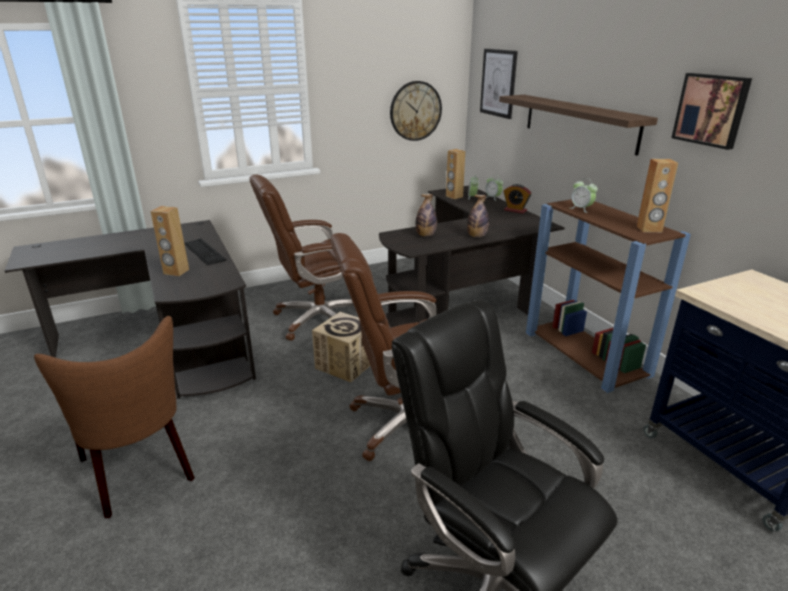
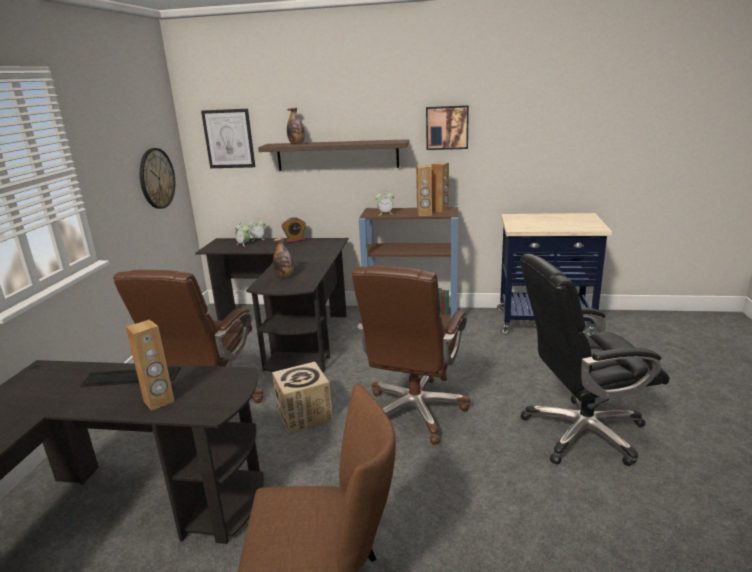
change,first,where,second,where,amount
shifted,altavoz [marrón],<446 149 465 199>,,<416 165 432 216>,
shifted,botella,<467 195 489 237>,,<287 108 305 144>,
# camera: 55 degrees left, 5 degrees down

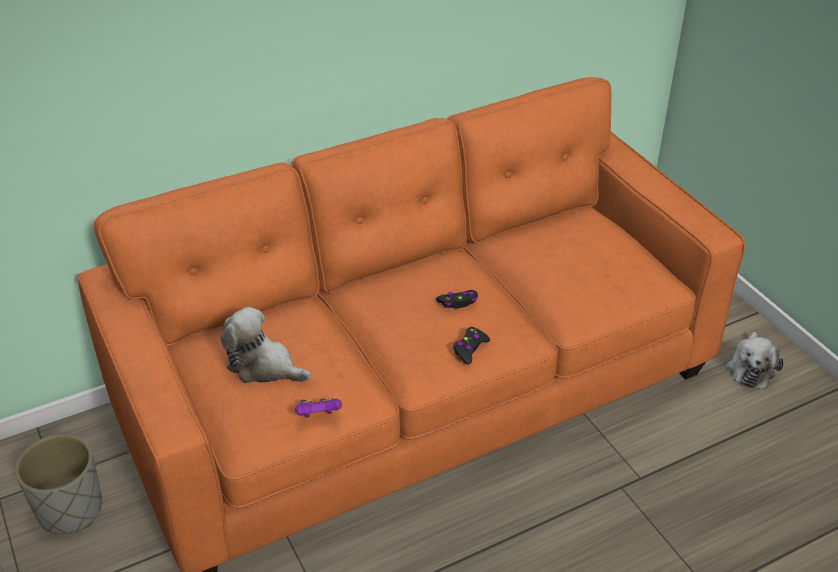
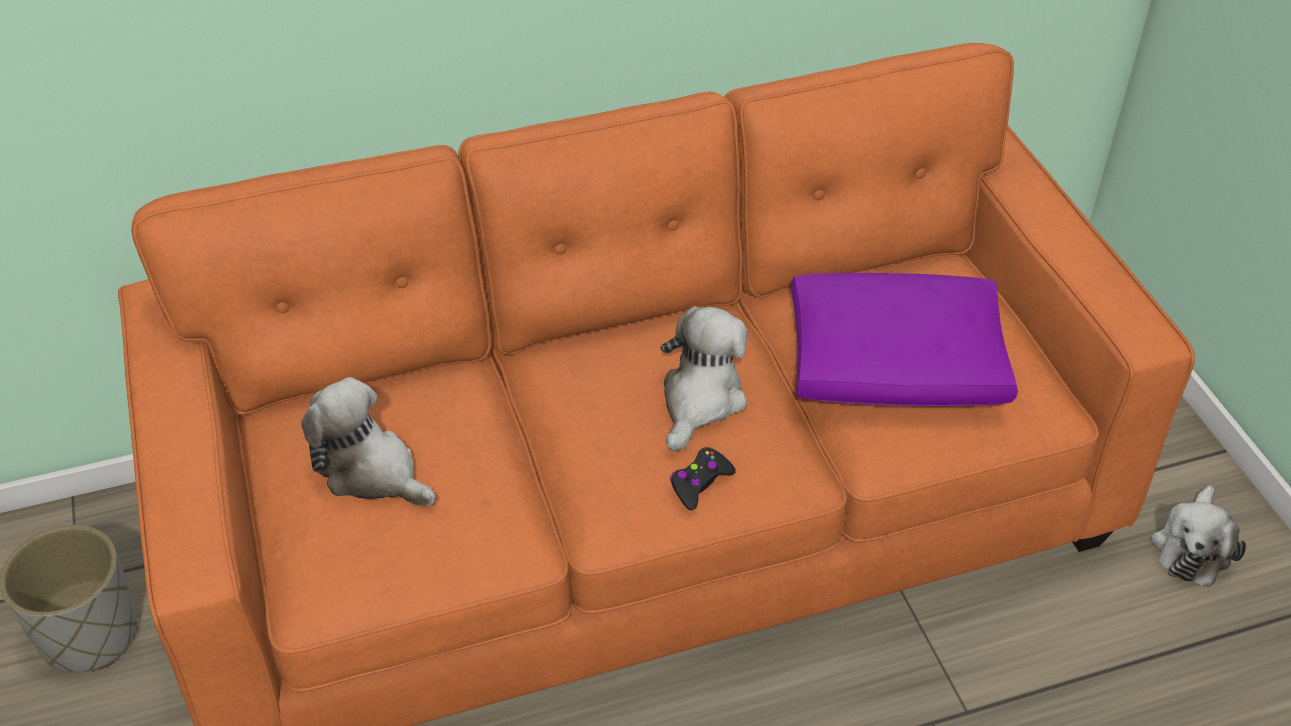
change,first,where,second,where,amount
gone,mando de consola [morado],<295 398 342 417>,,,
new,,,cojín [morado],<791 273 1018 406>,
swapped,mando de consola [negro],<436 290 478 309>,peluche,<660 306 747 451>,
# camera: 10 degrees right, 5 degrees up

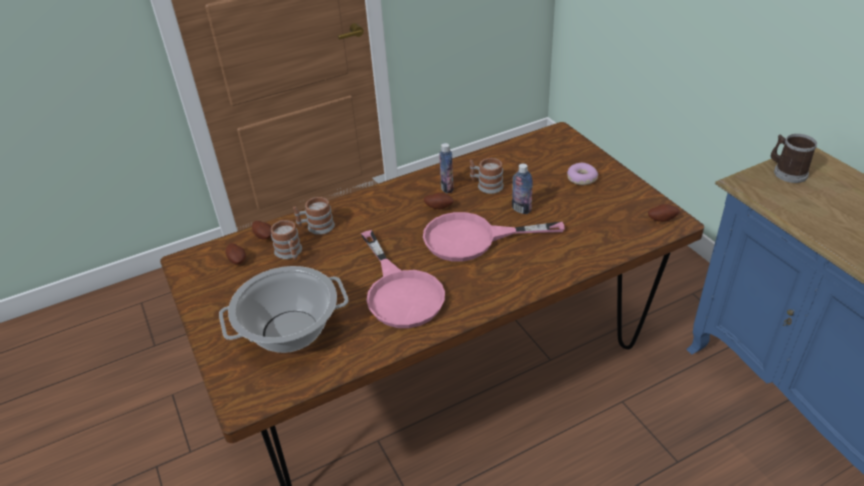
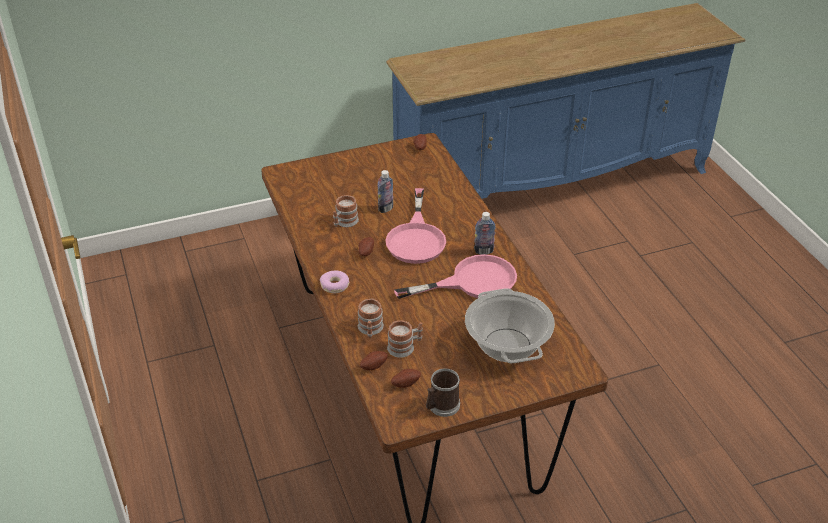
change,first,where,second,where,amount
shifted,botella,<439 143 453 193>,,<474 212 496 255>,
shifted,rosquilla,<567 163 598 185>,,<320 271 350 293>,
shifted,taza grande,<771 134 817 183>,,<426 368 460 417>,
# camera: 85 degrees left, 0 degrees up

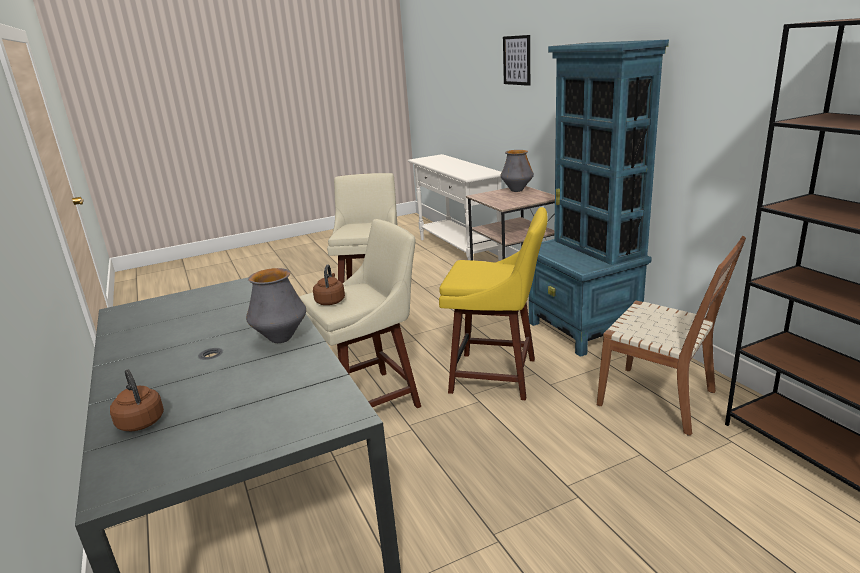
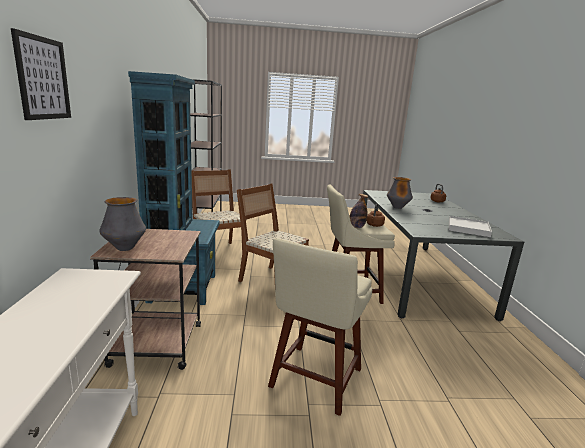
change,first,where,second,where,amount
new,,,botella,<349 194 368 228>,
new,,,bandeja [blanco],<449 216 492 237>,
swapped,taburete [amarillo],<439 207 547 400>,silla,<237 183 309 282>,
# camera: 160 degrees left, 5 degrees down

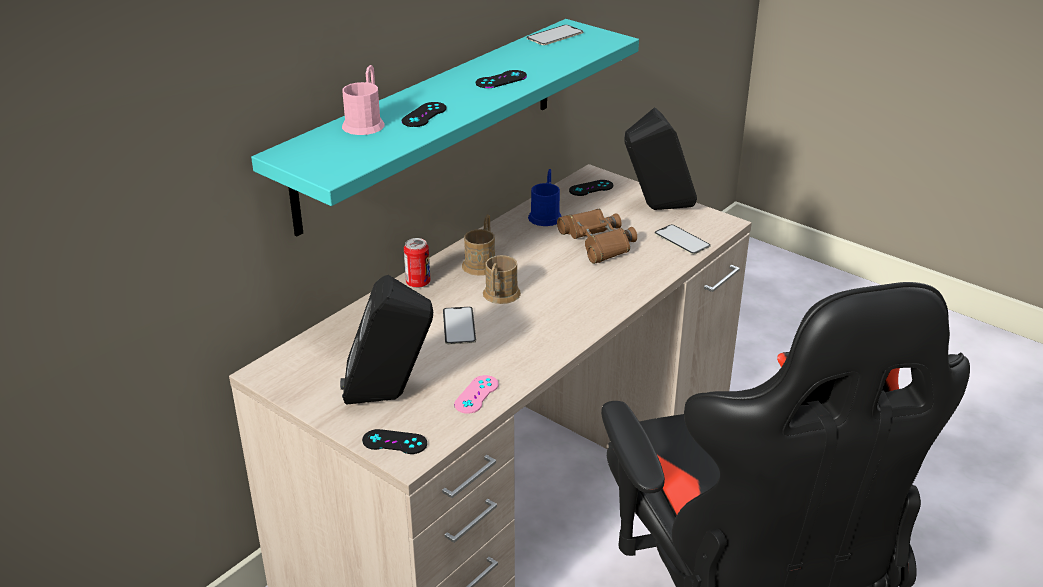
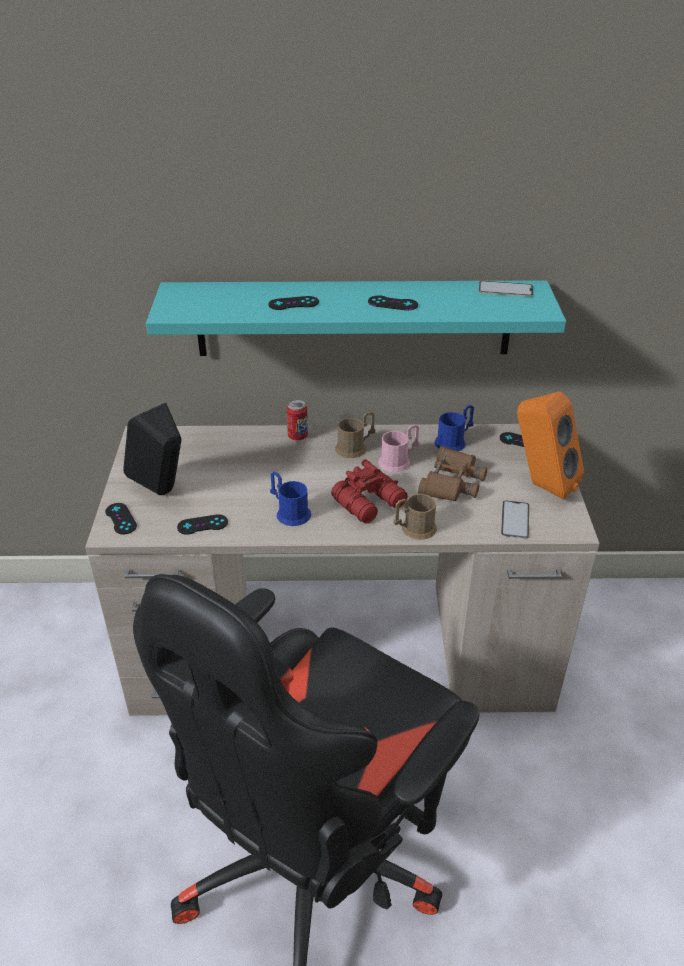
change,first,where,second,where,amount
gone,móvil,<443 307 476 344>,,,
new,,,taza grande [azul],<270 472 311 526>,
new,,,prismáticos [rojo],<331 459 408 524>,
shifted,taza grande [rosa],<342 65 384 135>,,<378 424 419 472>,
shifted,taza grande [marrón],<483 255 521 304>,,<393 494 437 540>,
repainted,mando de consola [rosa],<454 375 499 414>,mando de consola [negro],<177 514 228 535>,
repainted,altavoz [negro],<624 108 697 210>,altavoz [naranja],<517 391 584 500>,
# camera: 50 degrees right, 5 degrees up

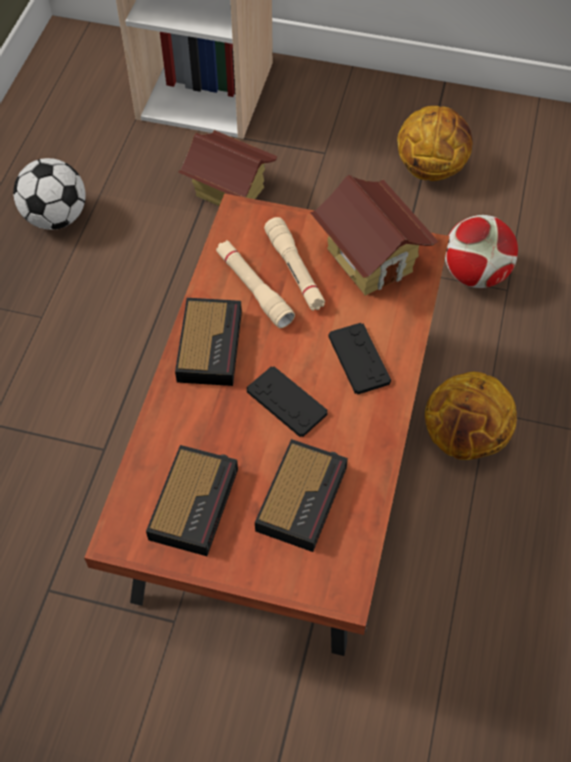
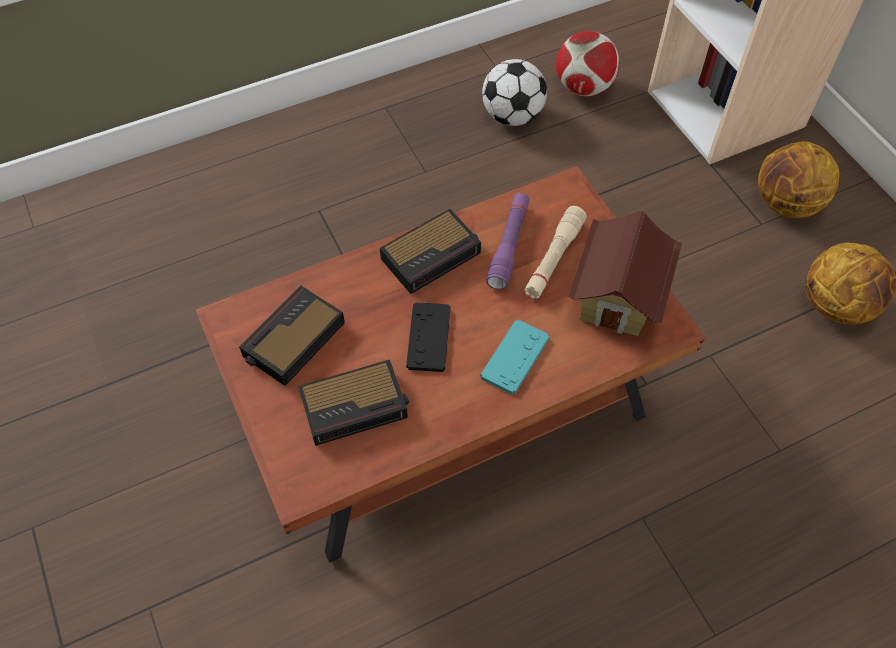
change,first,where,second,where,amount
gone,casita,<178 130 278 206>,,,
shifted,balón de baloncesto,<425 372 517 460>,,<758 141 839 218>,
shifted,balón de fútbol,<445 215 518 288>,,<556 31 619 97>,
repainted,linterna [beis],<216 240 295 328>,linterna [morado],<486 193 530 290>,
repainted,mando de consola [negro],<328 323 391 395>,mando de consola [turquesa],<480 320 549 395>,
rotated,despertador,<146 445 238 556>,,<239 285 345 386>,150 degrees clockwise
# camera: 50 degrees right, 0 degrees up

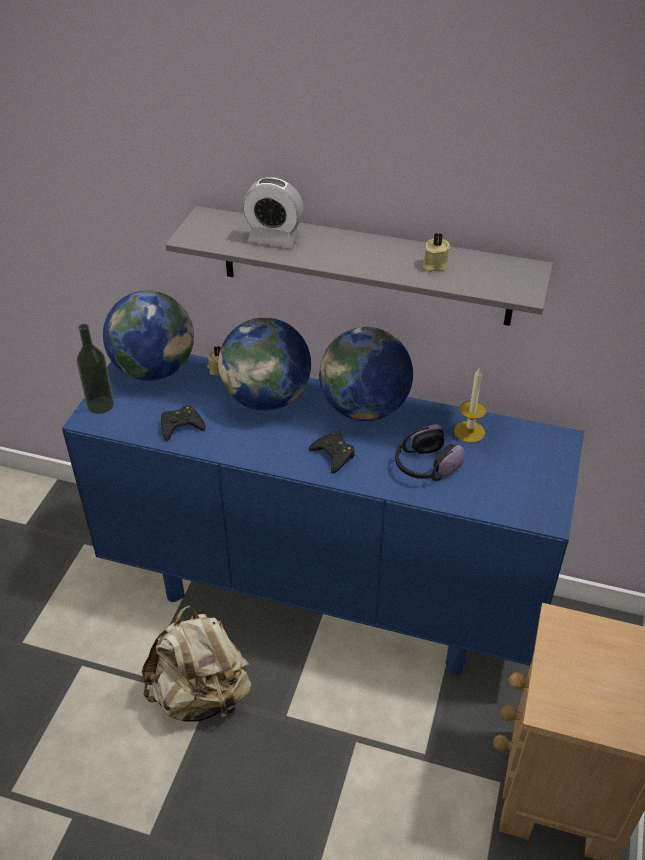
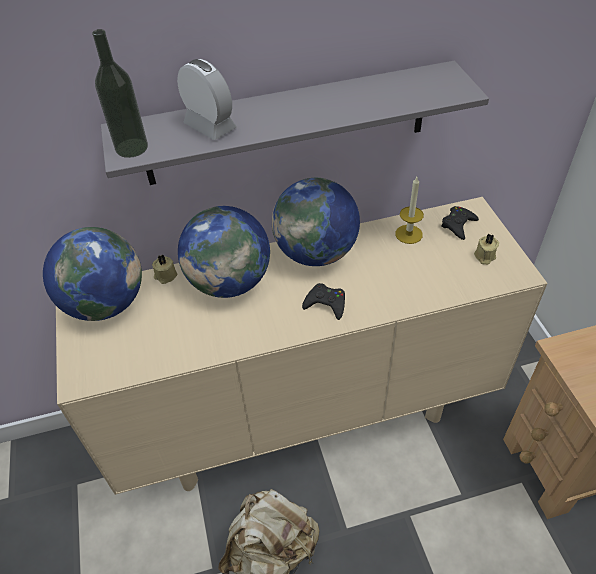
change,first,where,second,where,amount
gone,auriculares,<395 424 465 481>,,,
shifted,botella,<77 324 114 414>,,<92 29 148 158>,
shifted,mando de consola [negro],<161 406 205 441>,,<441 206 479 240>,
shifted,vela [beis],<423 233 450 272>,,<474 234 499 265>,
repainted,cómoda [azul],<62 354 584 675>,cómoda [beis],<56 197 547 495>,
rotated,despertador,<242 177 304 248>,,<177 59 236 140>,120 degrees counterclockwise
# camera: 30 degrees left, 5 degrees up

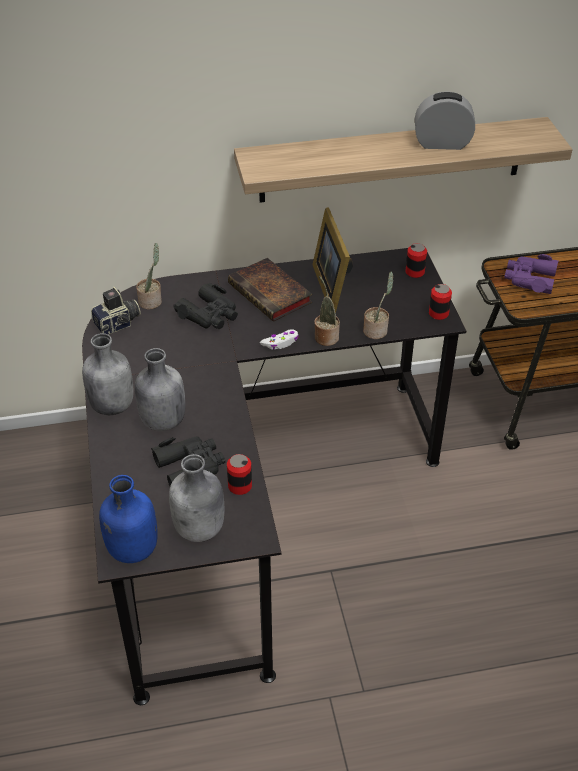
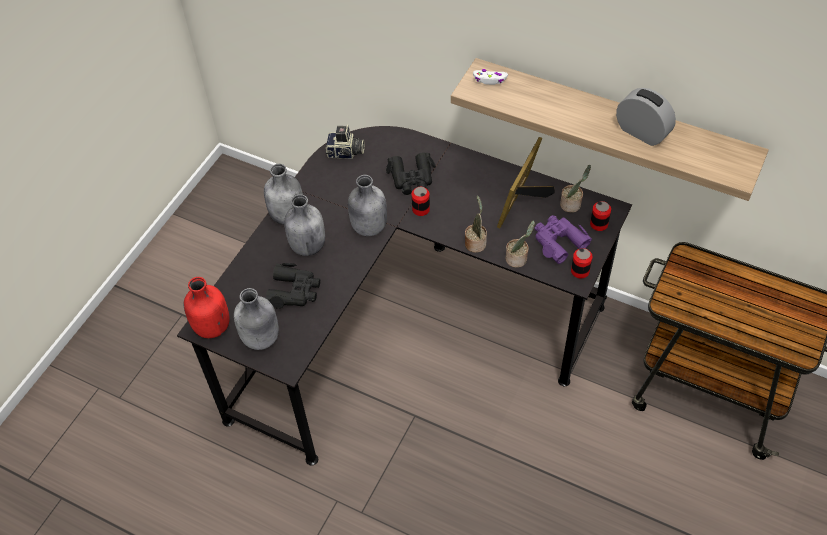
change,first,where,second,where,amount
gone,libro,<228 258 312 322>,,,
new,,,botella [gris],<348 175 387 236>,
shifted,planta en maceta,<136 243 162 309>,,<560 165 591 213>,
shifted,lata,<227 454 252 495>,,<412 187 430 216>,
shifted,mando de consola [blanco],<260 329 299 350>,,<473 69 508 85>,
shifted,prismáticos [morado],<504 254 559 294>,,<535 215 592 264>,
repainted,botella [azul],<99 475 158 563>,botella [rojo],<183 277 230 338>,
# camera: 40 degrees right, 10 degrees up

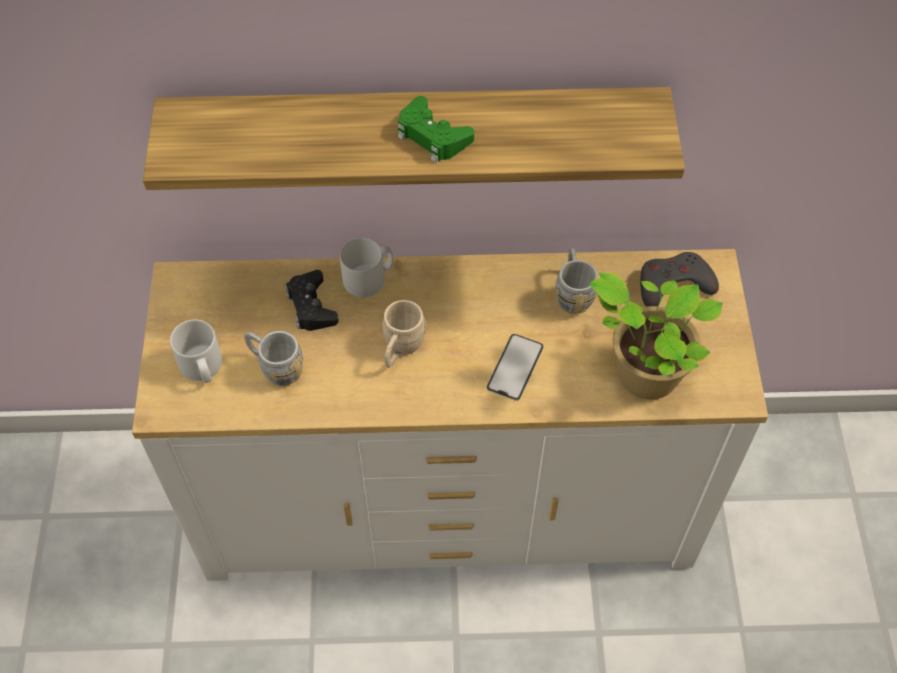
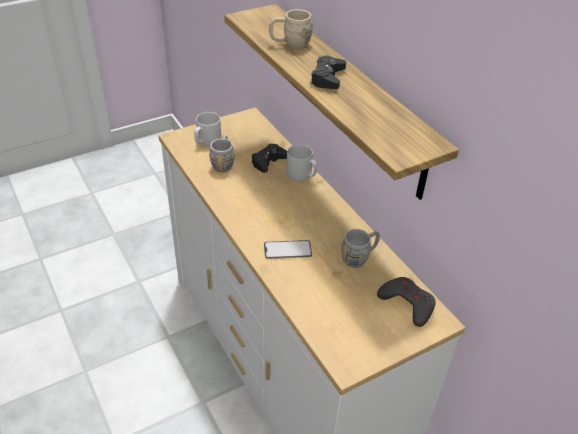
change,first,where,second,where,amount
gone,planta en maceta,<589 273 723 400>,,,
shifted,taza grande [beis],<383 300 426 368>,,<269 9 313 49>,
repainted,mando de consola [verde],<398 96 474 163>,mando de consola [negro],<310 55 346 89>,
# camera: 60 degrees right, 15 degrees down

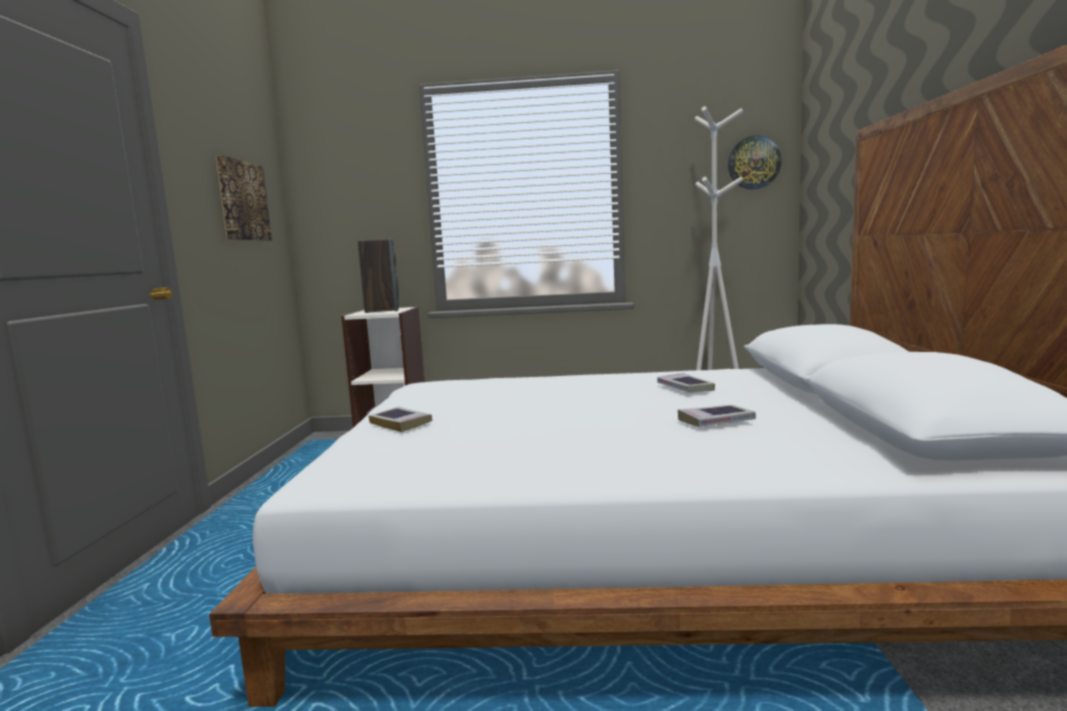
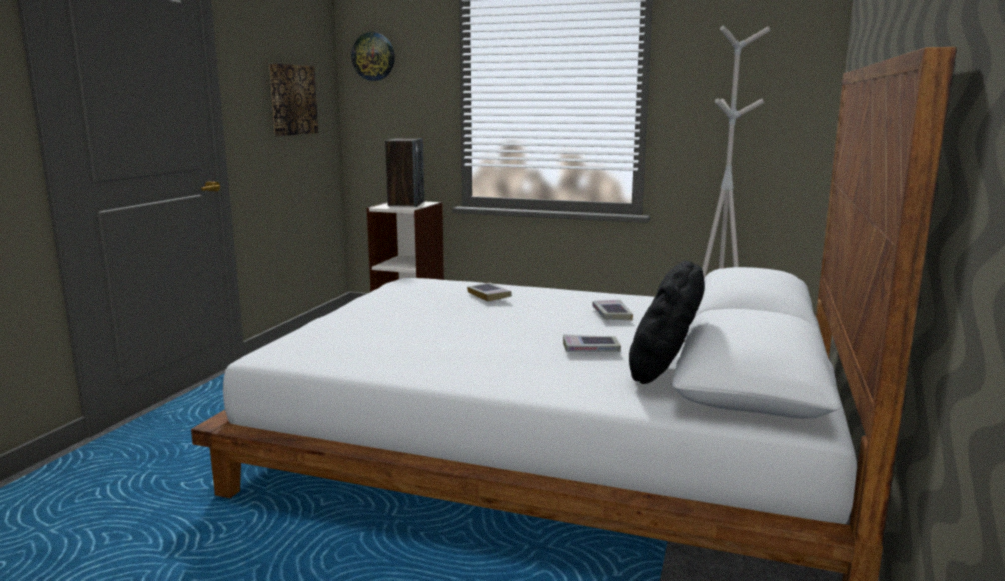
change,first,where,second,where,amount
new,,,cojín [negro],<629 261 705 384>,
shifted,libro,<369 407 432 432>,,<467 283 512 302>,
shifted,reloj de pared,<728 135 782 189>,,<351 32 395 81>,
# camera: 15 degrees right, 5 degrees up

